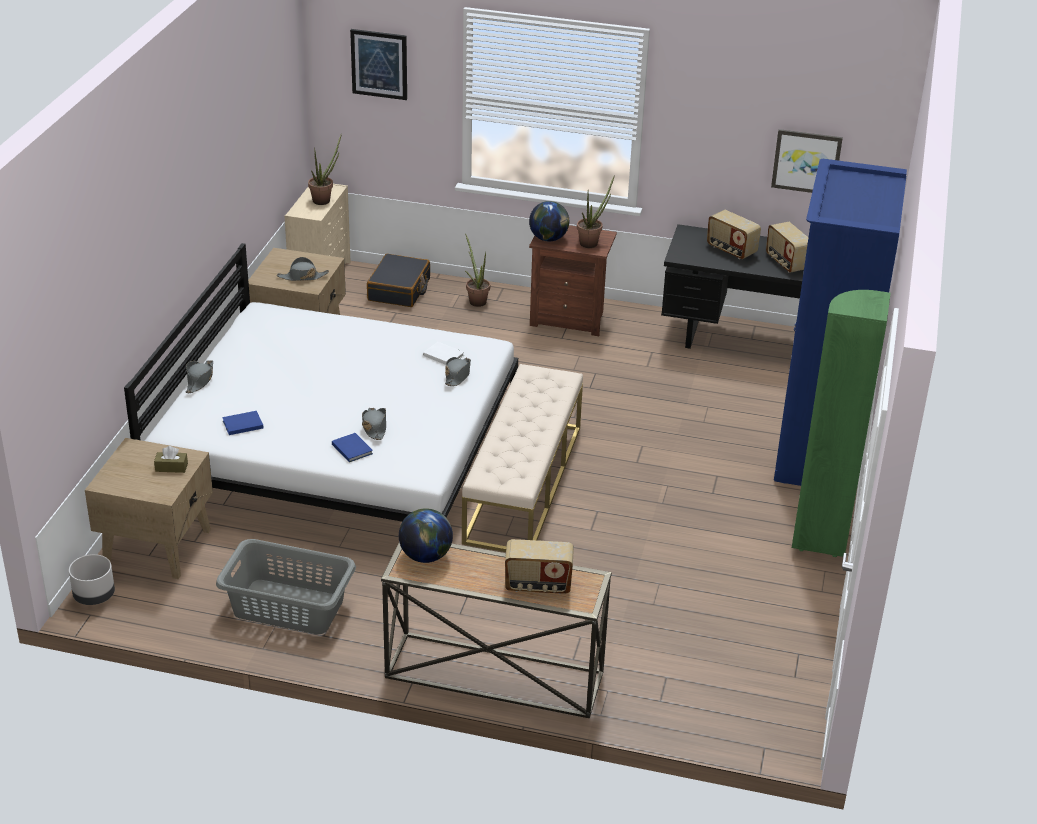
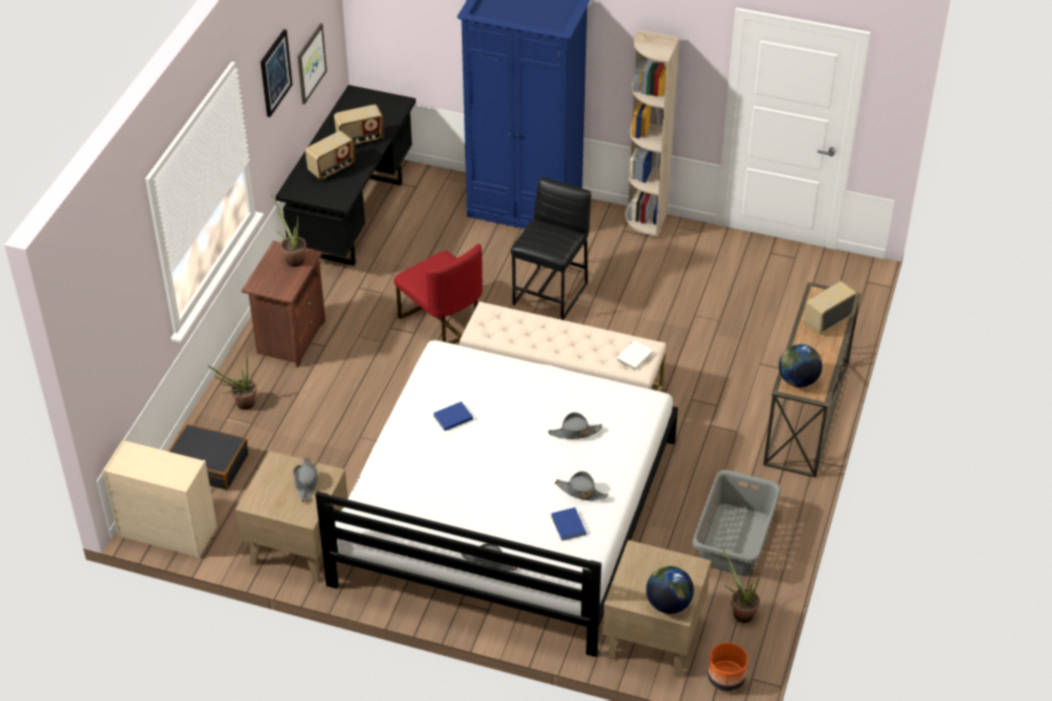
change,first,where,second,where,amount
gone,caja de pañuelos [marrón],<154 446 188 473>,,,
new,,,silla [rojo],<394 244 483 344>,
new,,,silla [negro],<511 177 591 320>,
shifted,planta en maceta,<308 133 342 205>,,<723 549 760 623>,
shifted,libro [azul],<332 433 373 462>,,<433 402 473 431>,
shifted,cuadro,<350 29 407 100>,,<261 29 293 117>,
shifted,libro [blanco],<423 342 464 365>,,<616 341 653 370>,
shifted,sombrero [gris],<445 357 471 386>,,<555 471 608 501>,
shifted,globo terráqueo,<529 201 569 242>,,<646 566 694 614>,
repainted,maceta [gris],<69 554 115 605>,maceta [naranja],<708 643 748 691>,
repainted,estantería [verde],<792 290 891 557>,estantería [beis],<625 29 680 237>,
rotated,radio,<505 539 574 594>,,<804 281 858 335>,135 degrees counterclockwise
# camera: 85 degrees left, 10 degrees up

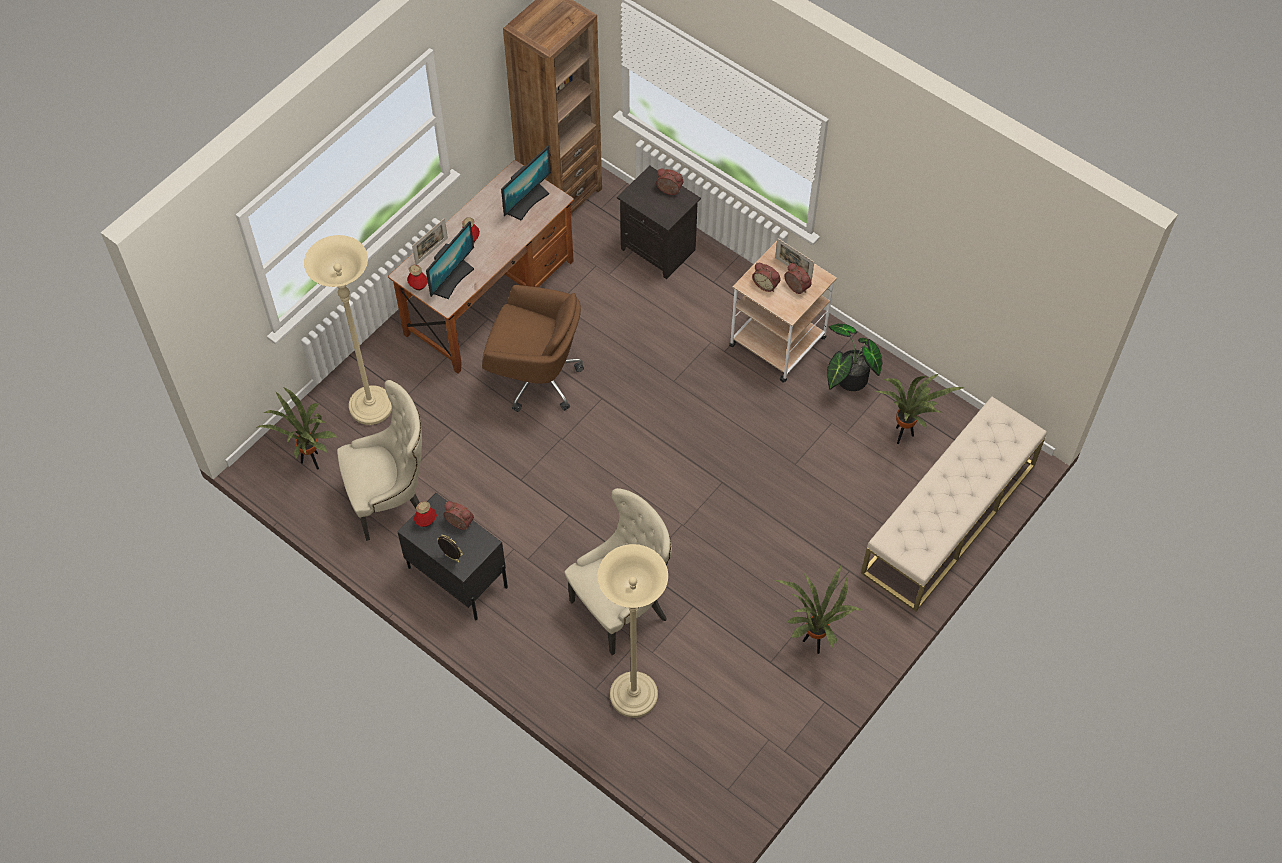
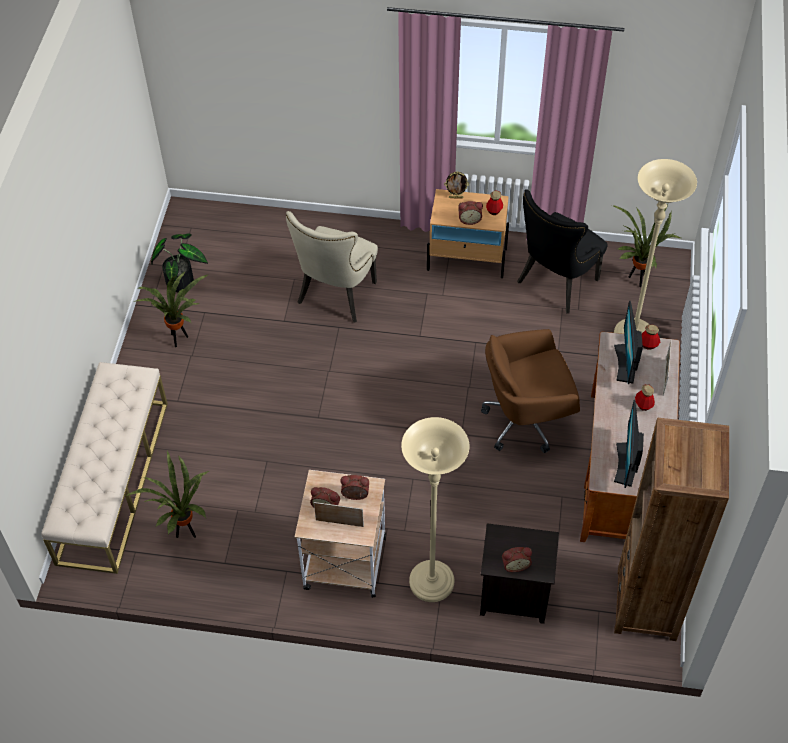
change,first,where,second,where,amount
shifted,lámpara de pie [beis],<598 544 668 718>,,<401 417 469 602>,
shifted,planta en maceta,<827 324 882 391>,,<151 233 208 292>,
repainted,silla [beis],<337 380 422 541>,silla [negro],<517 189 608 314>,
repainted,mesita de noche [negro],<397 493 508 620>,mesita de noche [beis],<427 189 509 278>,
# camera: 150 degrees right, 5 degrees down

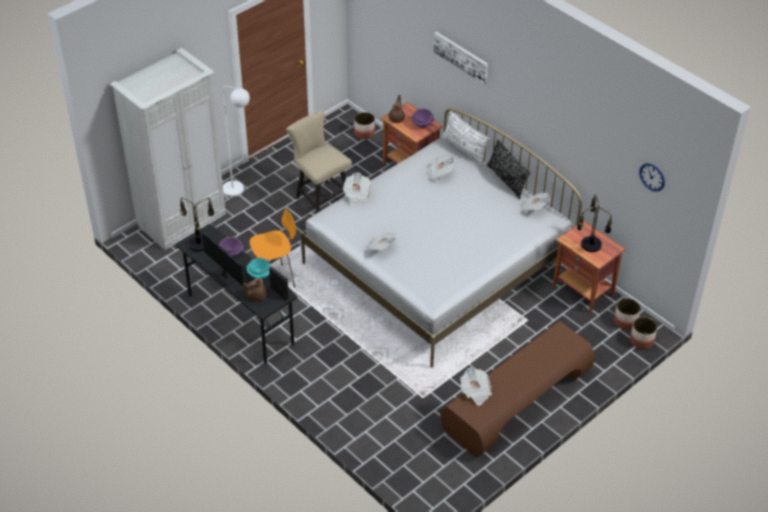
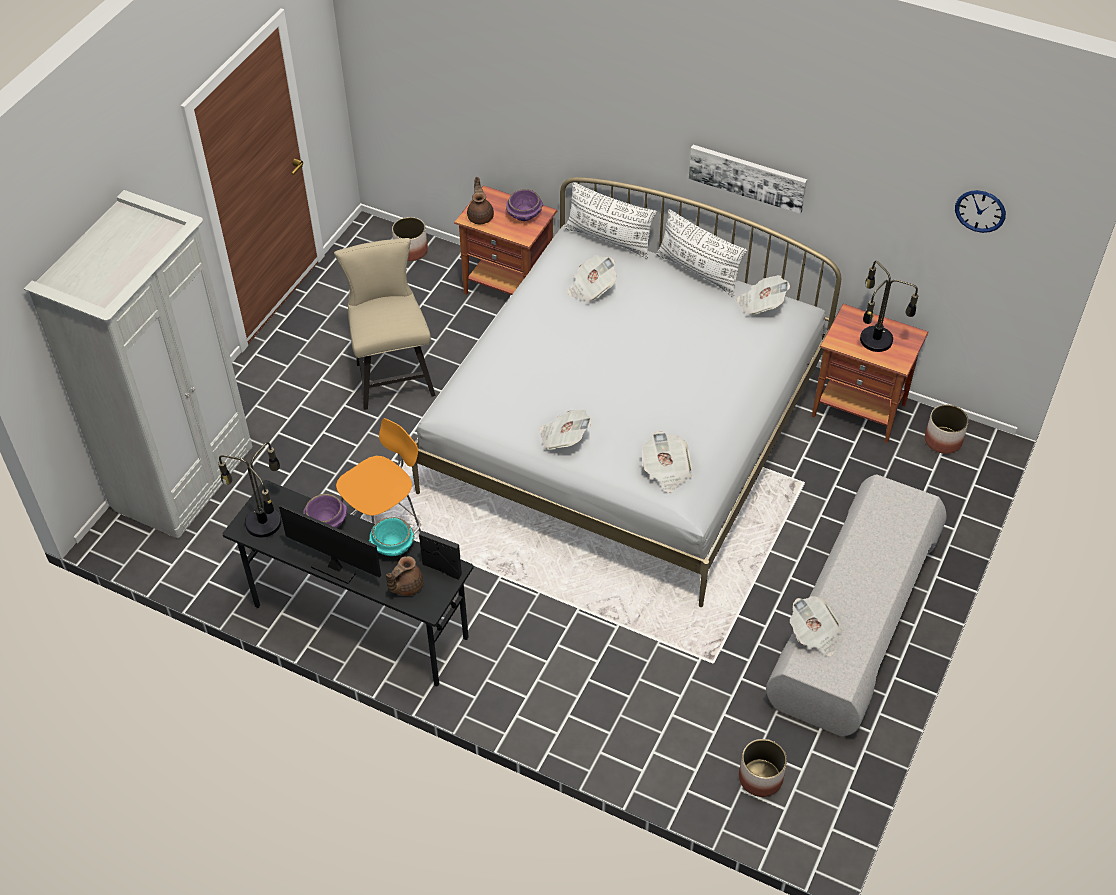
change,first,where,second,where,amount
gone,lámpara de pie [blanco],<223 86 250 197>,,,
shifted,periódico,<343 173 372 206>,,<642 431 692 493>,
shifted,cuadro,<434 32 488 84>,,<689 145 807 214>,
shifted,maceta,<630 317 657 349>,,<739 739 787 797>,
repainted,banco [marrón],<440 321 595 457>,banco [gris],<766 474 947 737>,
repainted,cojín [negro],<487 139 531 199>,cojín [blanco],<656 209 747 296>,
rotated,silla [beis],<286 110 352 214>,,<334 238 436 410>,45 degrees clockwise
# camera: 20 degrees left, 5 degrees up

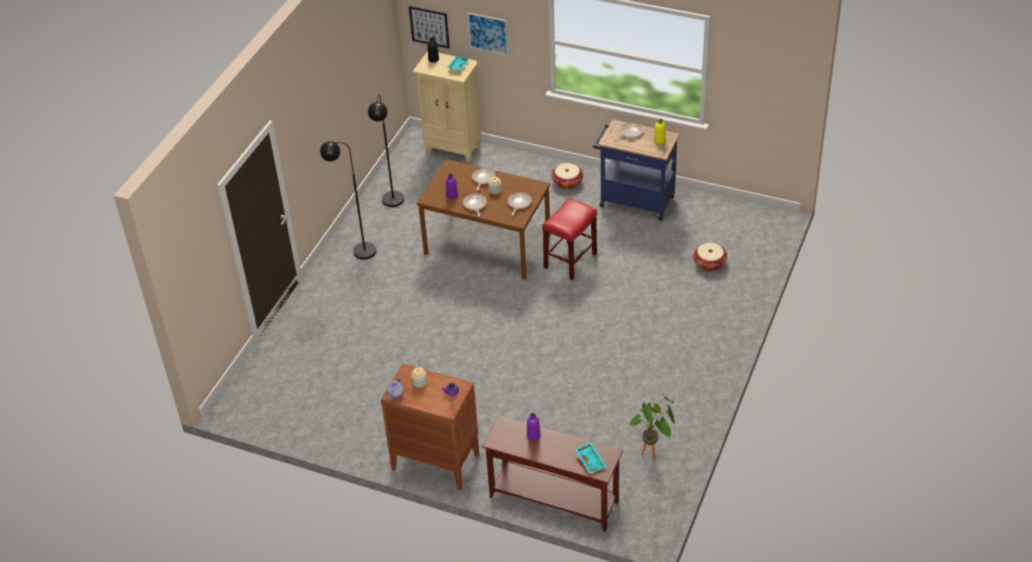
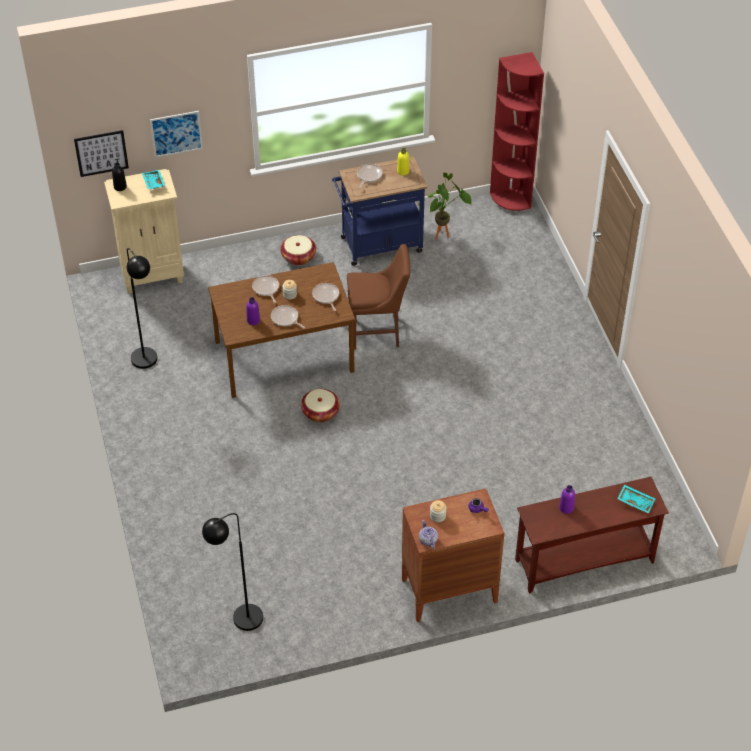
change,first,where,second,where,amount
new,,,estantería [rojo],<490 52 544 211>,
shifted,lámpara de pie [negro],<320 141 376 260>,,<202 513 263 631>,
shifted,planta en maceta,<629 393 675 459>,,<427 172 472 240>,
shifted,cesta,<693 243 727 271>,,<301 389 340 422>,
swapped,taburete [rojo],<542 198 597 280>,silla [marrón],<347 244 410 350>,
# camera: 40 degrees left, 5 degrees up

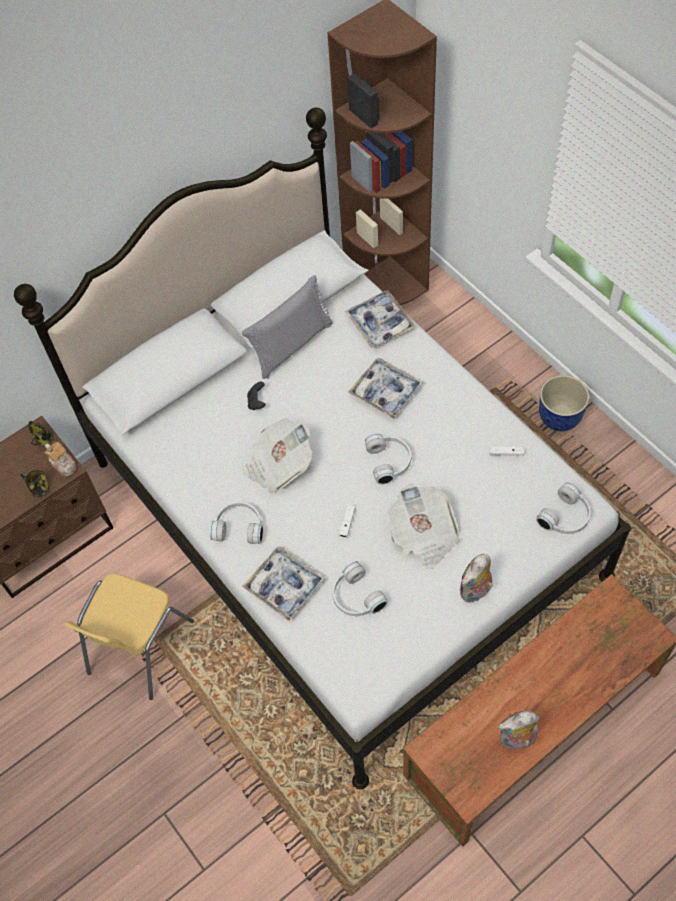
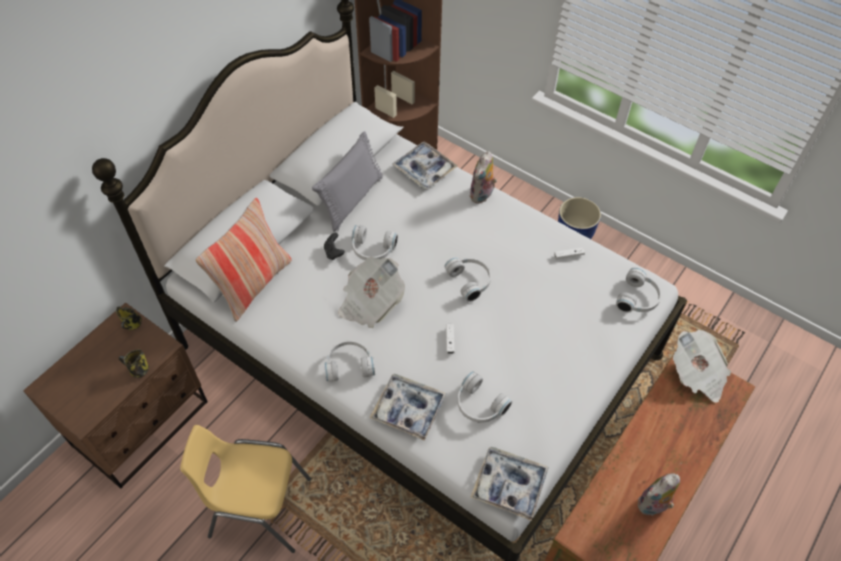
change,first,where,second,where,amount
gone,tetera,<45 442 76 476>,,,
new,,,cojín,<196 198 291 322>,
new,,,auriculares [blanco],<352 225 398 260>,
shifted,bandeja,<348 358 424 419>,,<471 446 549 521>,
shifted,periódico,<388 484 460 569>,,<673 330 731 403>,
shifted,peluche,<459 554 493 603>,,<469 151 497 204>,
rotated,silla [amarillo],<64 574 194 700>,,<180 425 311 553>,90 degrees clockwise
# camera: 20 degrees left, 5 degrees down

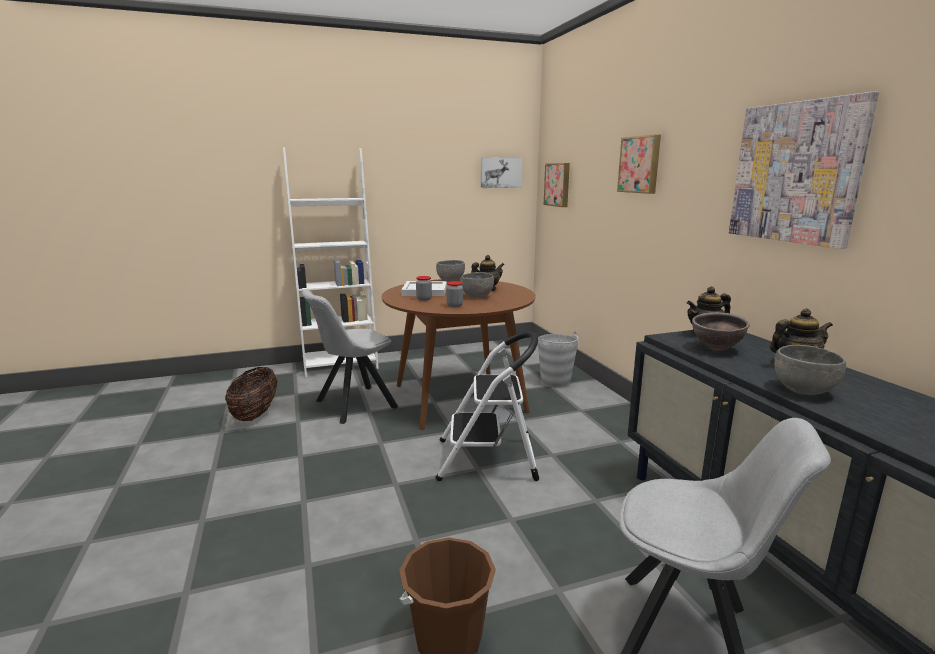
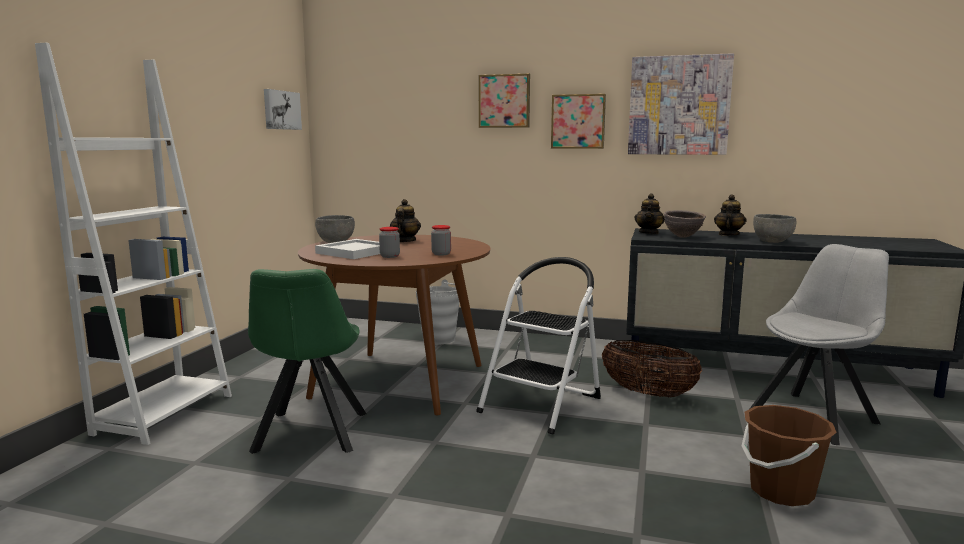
change,first,where,second,where,amount
gone,cuenco [gris],<461 272 494 298>,,,
shifted,cesta,<225 367 277 421>,,<602 340 702 398>,
shifted,cuadro,<544 163 570 207>,,<551 94 606 149>,
repainted,silla [gris],<302 290 398 424>,silla [verde],<248 269 367 454>,
# camera: 55 degrees left, 5 degrees down

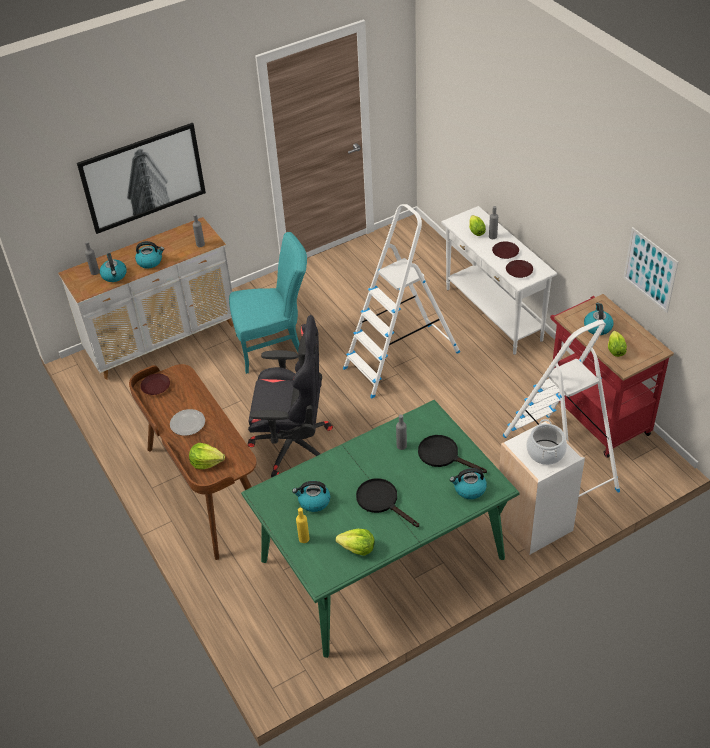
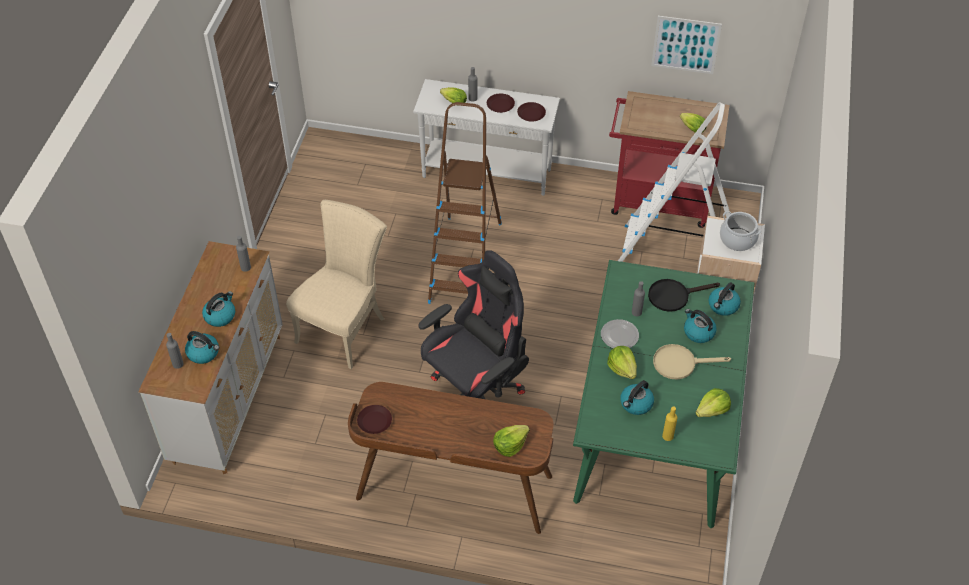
change,first,where,second,where,amount
gone,cuadro,<77 123 206 234>,,,
new,,,lechuga,<607 346 637 379>,
shifted,plato,<170 409 205 436>,,<601 319 639 348>,
shifted,hervidor,<584 303 613 335>,,<684 309 716 343>,
repainted,silla [turquesa],<229 232 307 374>,silla [beis],<286 200 387 369>,
repainted,escalera de tijera [blanco],<343 204 460 398>,escalera de tijera [marrón],<428 102 502 304>,
repainted,sartén [negro],<356 478 419 527>,sartén [beis],<653 344 731 379>,
# camera: 50 degrees left, 5 degrees up

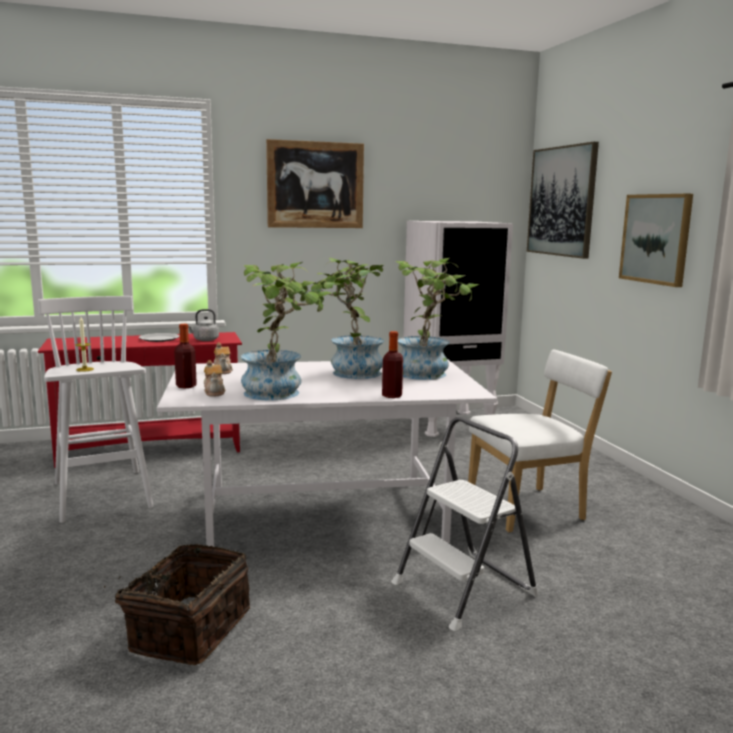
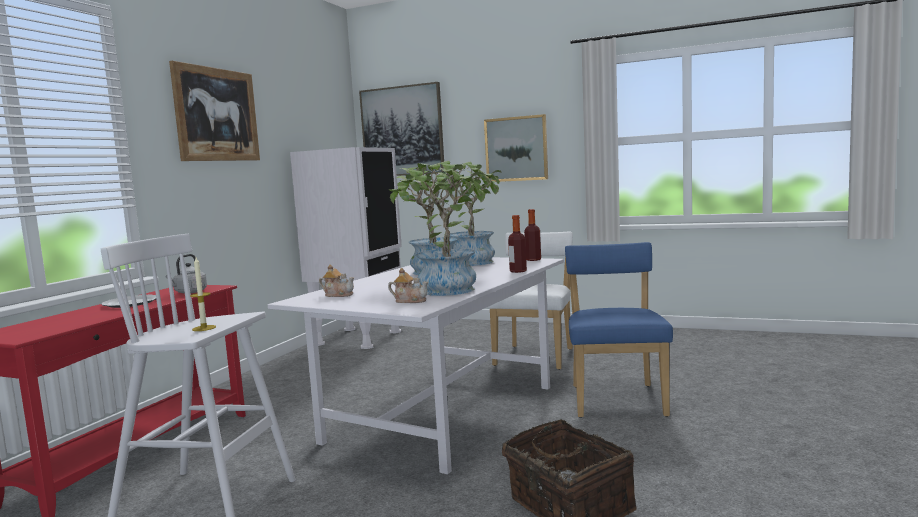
change,first,where,second,where,amount
shifted,botella,<174 324 197 388>,,<524 209 541 261>,
swapped,escalera de tijera [blanco],<391 417 538 631>,silla [azul],<565 242 673 418>,
# camera: 50 degrees left, 5 degrees down

